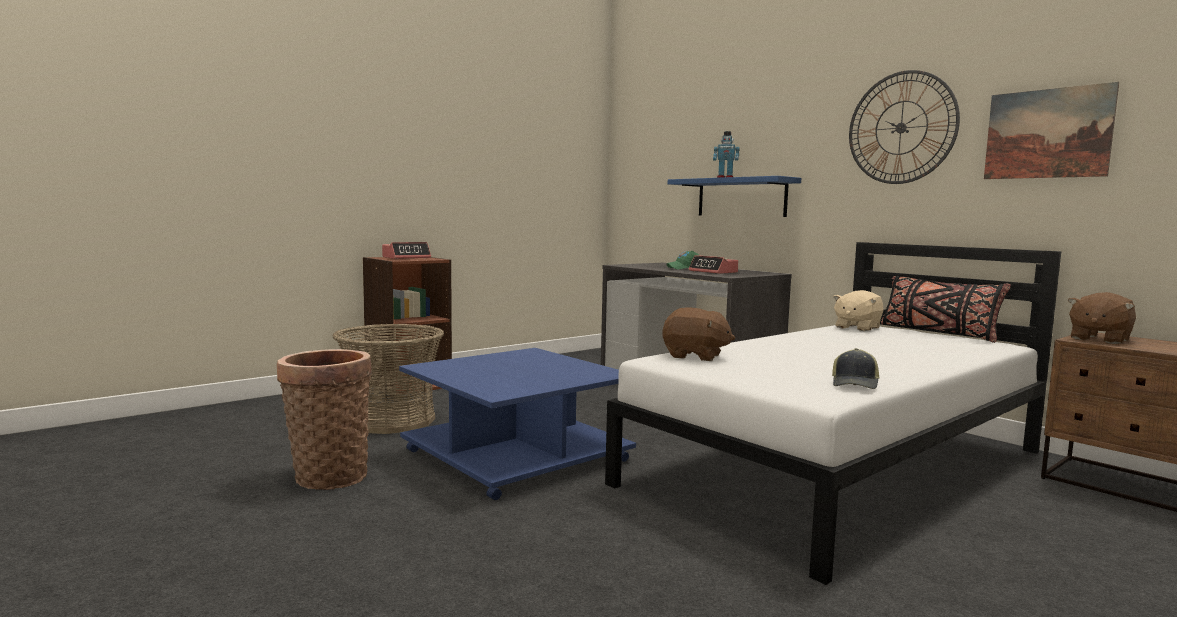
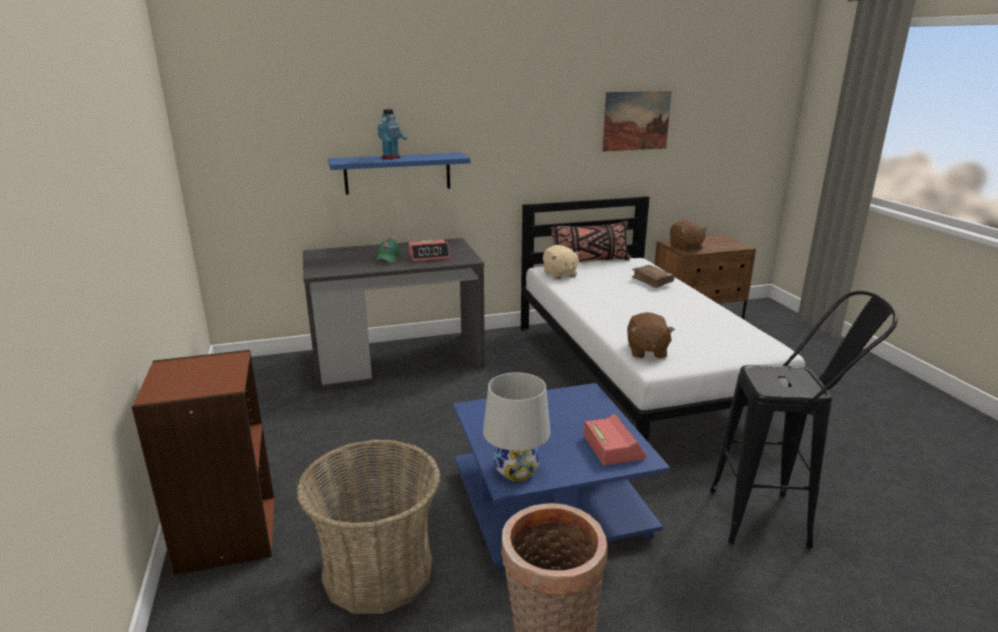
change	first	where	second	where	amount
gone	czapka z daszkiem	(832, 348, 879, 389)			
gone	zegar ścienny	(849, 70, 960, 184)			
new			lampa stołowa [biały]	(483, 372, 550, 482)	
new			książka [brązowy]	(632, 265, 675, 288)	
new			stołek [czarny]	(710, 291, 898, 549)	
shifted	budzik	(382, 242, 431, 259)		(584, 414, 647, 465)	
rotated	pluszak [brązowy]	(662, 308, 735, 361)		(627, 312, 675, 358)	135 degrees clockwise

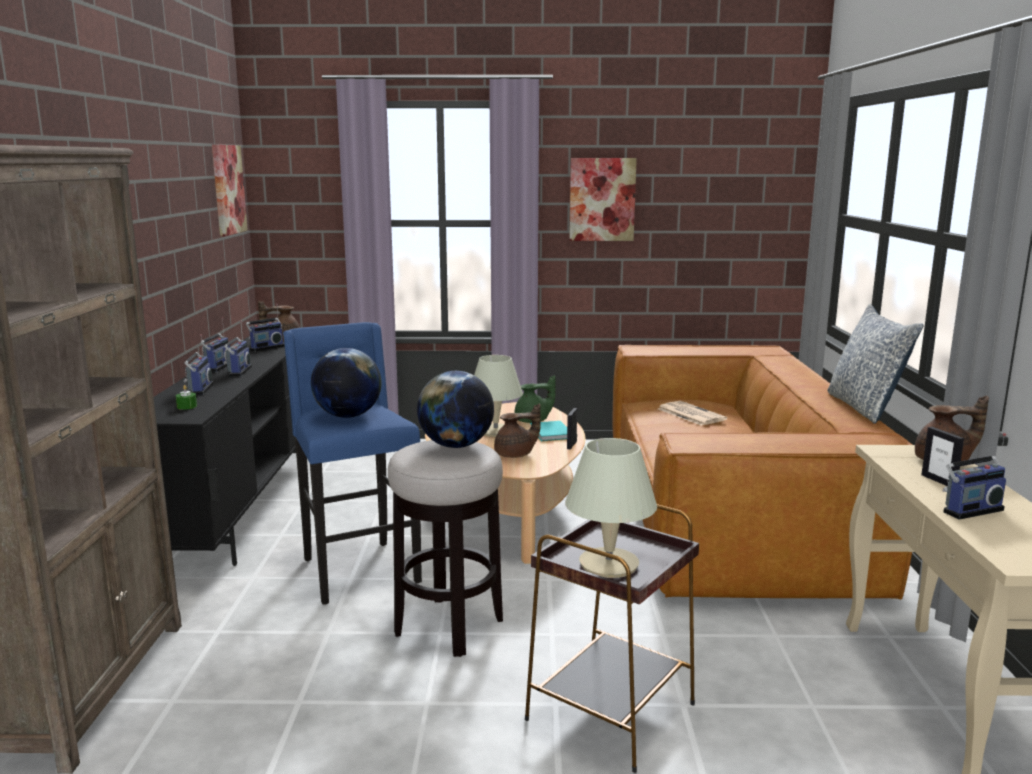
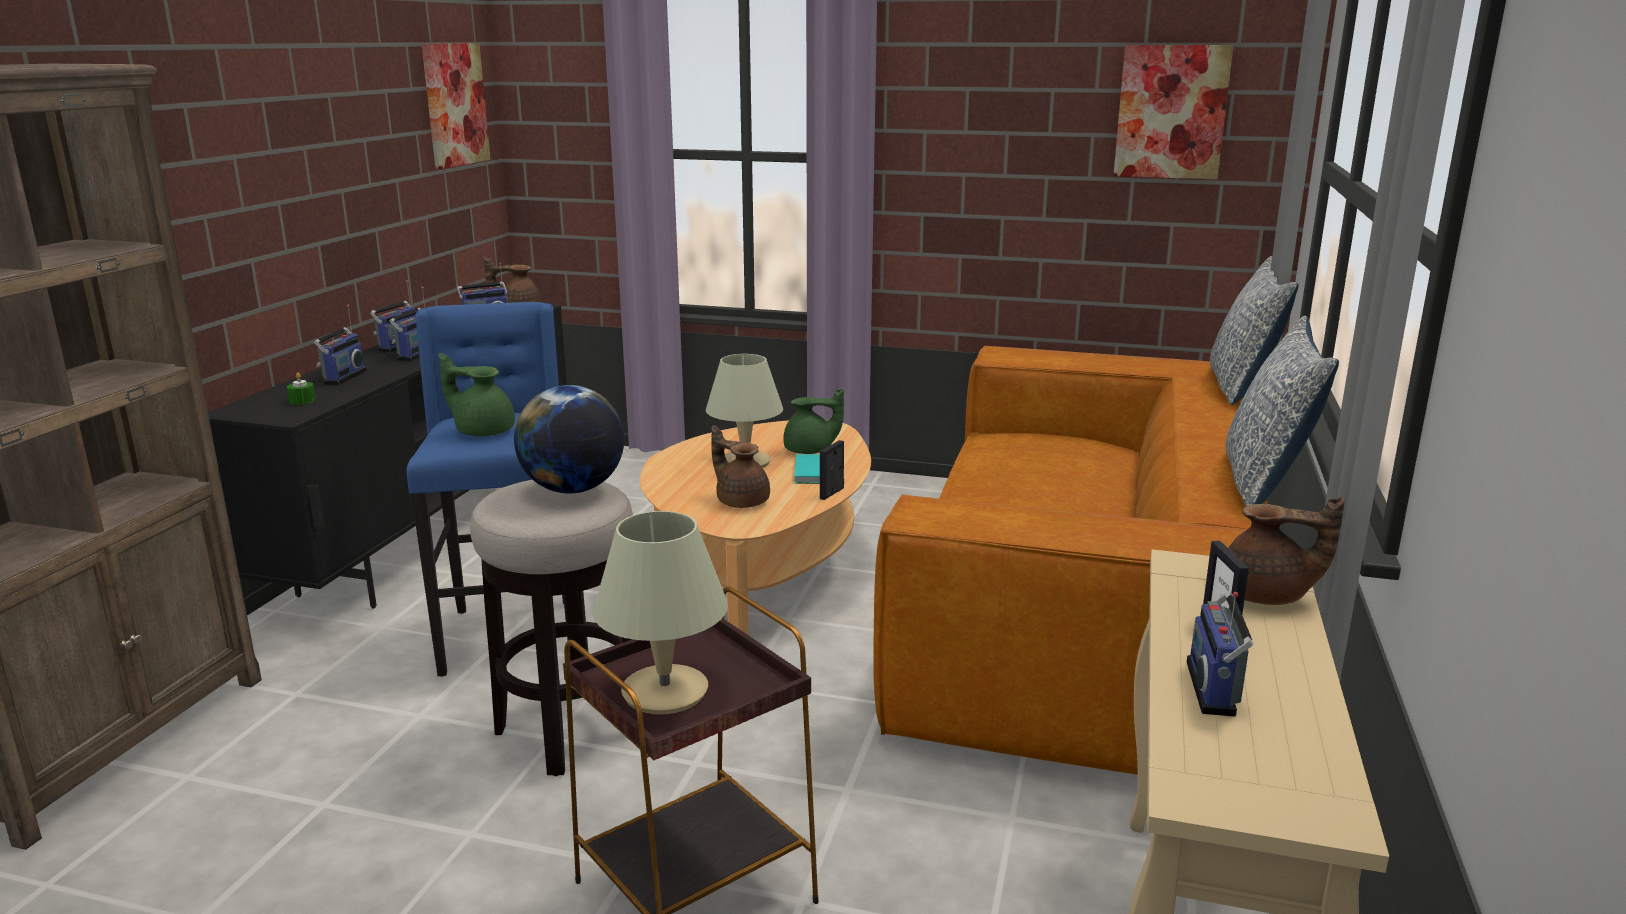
change	first	where	second	where	amount
gone	gazeta	(658, 401, 727, 426)			
new			poduszka	(1210, 256, 1299, 405)	
shifted	obraz	(569, 158, 637, 241)		(1113, 45, 1234, 179)	
swapped	globus	(311, 348, 381, 418)	imbryk [zielony]	(439, 353, 515, 436)	
rotated	imbryk [brązowy]	(494, 404, 541, 458)		(711, 425, 770, 508)	135 degrees counterclockwise
rotated	radio	(942, 433, 1006, 520)		(1187, 591, 1253, 716)	105 degrees clockwise

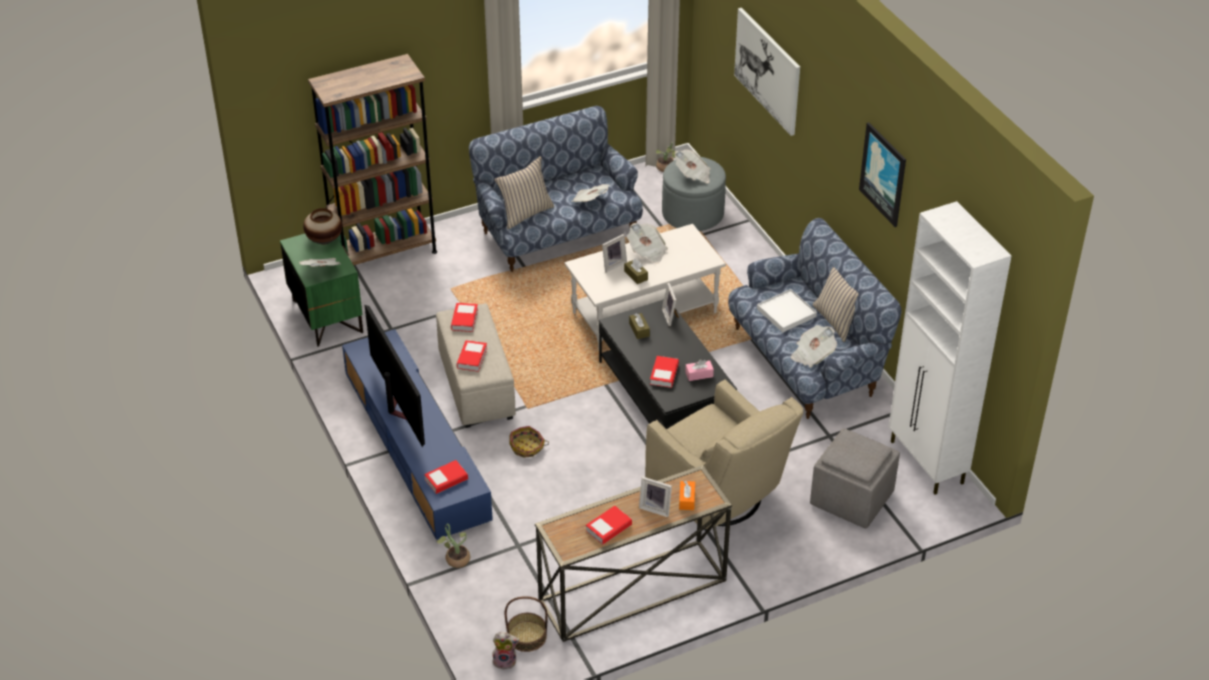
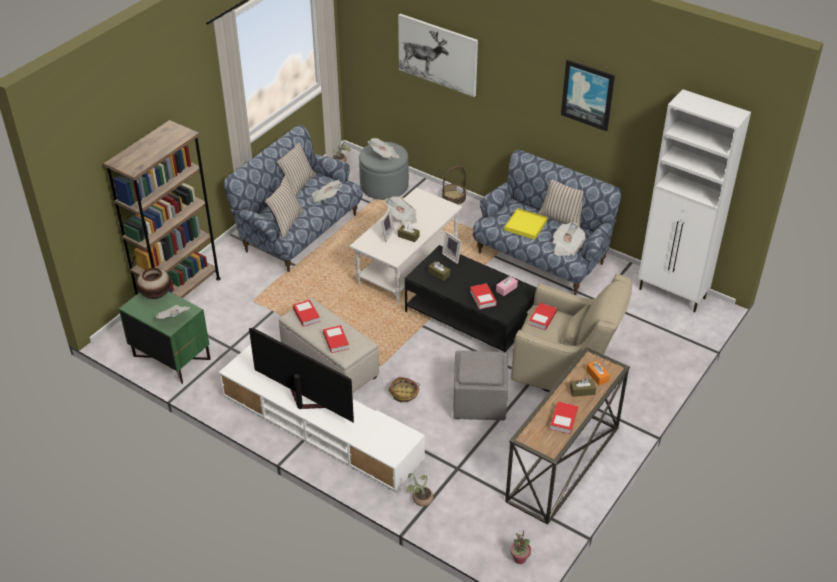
change	first	where	second	where	amount
new			poduszka [beżowy]	(276, 143, 315, 196)	
shifted	książka	(424, 460, 468, 494)		(528, 303, 557, 330)	
shifted	koszyk	(505, 596, 548, 652)		(442, 166, 466, 205)	
shifted	pufa [szary]	(810, 428, 900, 528)		(453, 351, 508, 420)	
swapped	pluszak	(492, 632, 520, 670)	roślina doniczkowa	(510, 530, 531, 564)	
swapped	ramka na zdjęcie	(639, 476, 672, 517)	pudełko chusteczek [brązowy]	(570, 378, 596, 397)	
repainted	szafka pod telewizor [niebieski]	(342, 329, 493, 541)	szafka pod telewizor [biały]	(219, 344, 425, 492)	
repainted	taca [biały]	(757, 289, 817, 332)	taca [żółty]	(504, 208, 547, 240)	

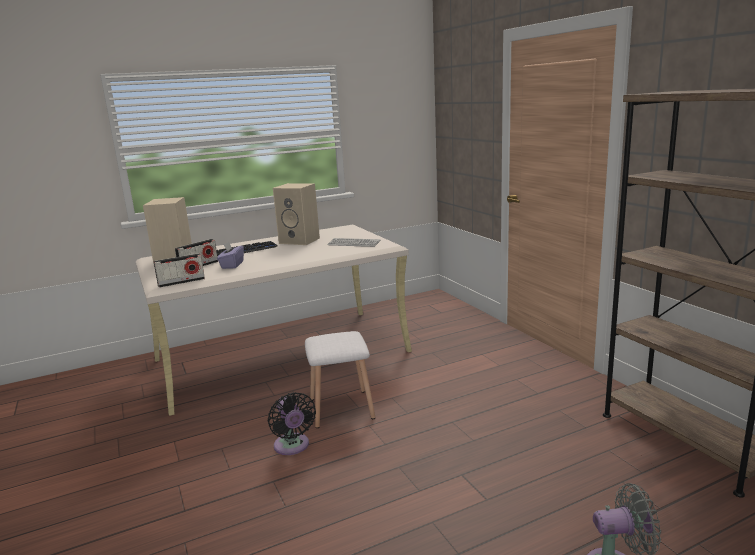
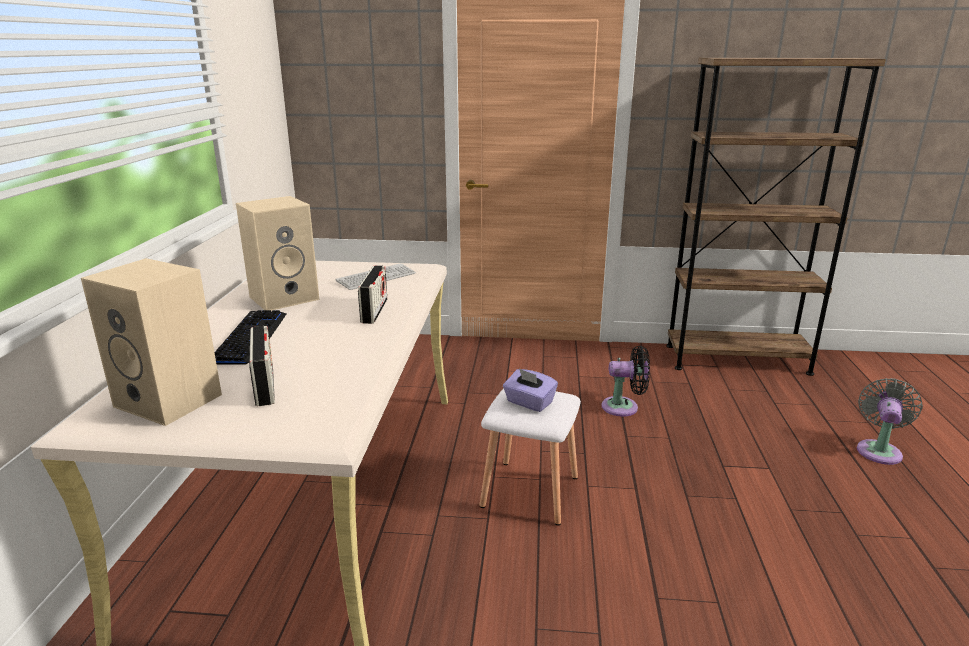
change	first	where	second	where	amount
shifted	radio	(154, 253, 205, 288)		(358, 265, 387, 324)	
shifted	pudełko chusteczek [fioletowy]	(217, 241, 244, 269)		(503, 369, 558, 412)	
shifted	wentylator [czarny]	(268, 392, 316, 455)		(601, 346, 650, 416)	

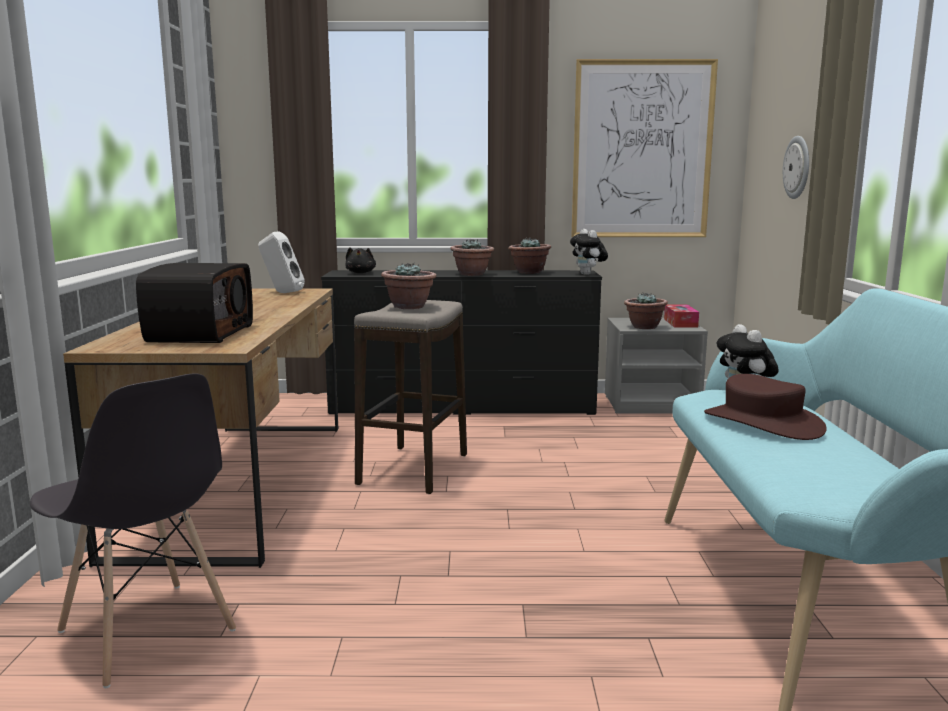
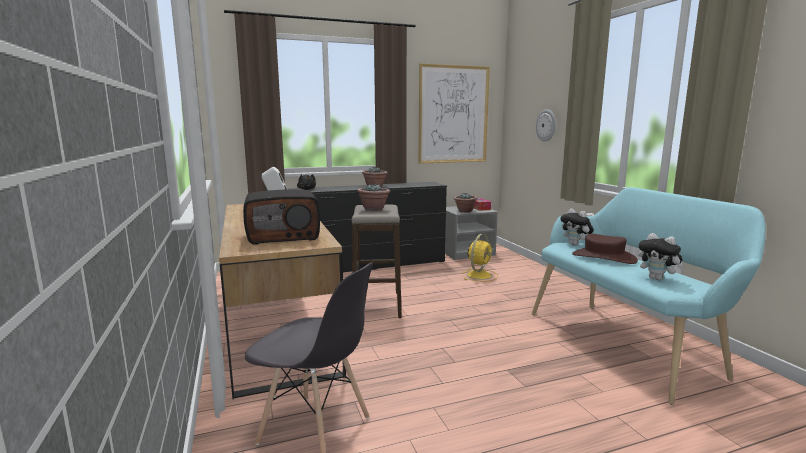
change	first	where	second	where	amount
gone	roślina doniczkowa	(508, 237, 551, 274)			
new			wentylator [żółty]	(462, 234, 498, 282)	
shifted	pluszak	(570, 229, 608, 275)		(639, 233, 685, 281)	
rotated	radio	(136, 263, 253, 343)		(243, 189, 320, 245)	90 degrees clockwise

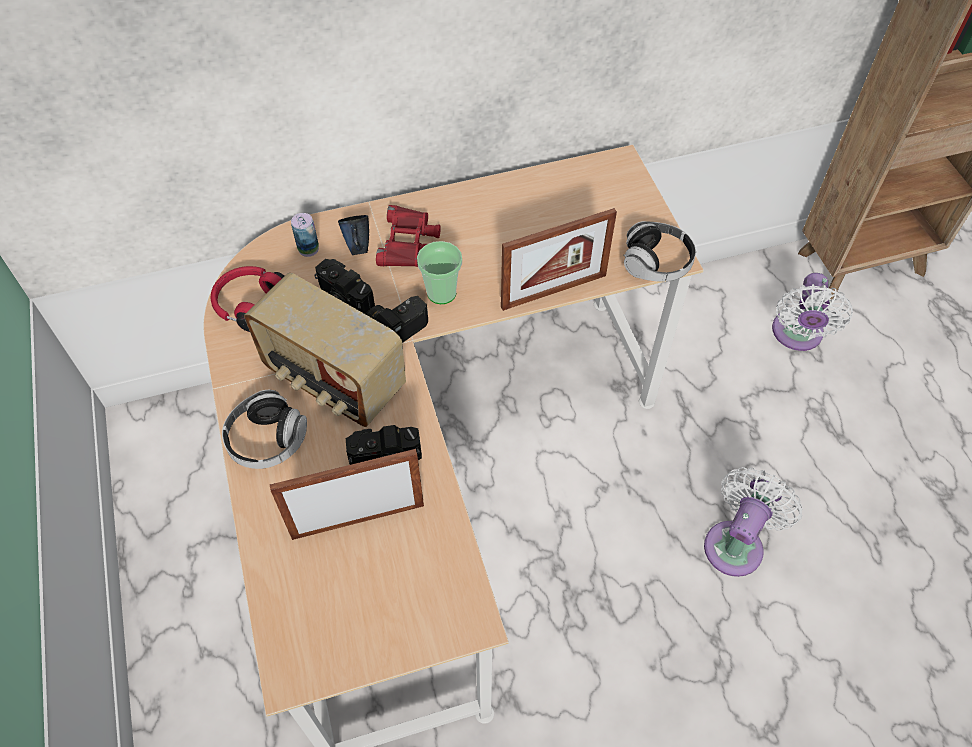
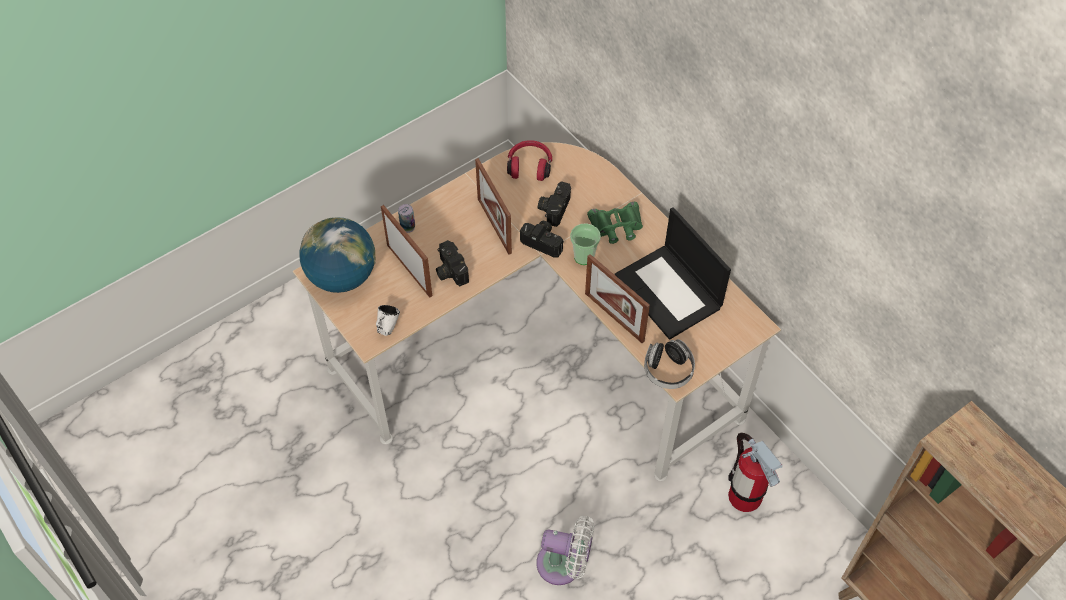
change	first	where	second	where	amount
gone	słuchawki	(222, 390, 307, 469)			
gone	kubek [niebieski]	(338, 215, 369, 255)			
gone	wentylator [biały]	(772, 273, 853, 351)			
new			globus	(299, 217, 375, 293)	
new			kubek [biały]	(376, 305, 400, 336)	
new			laptop	(614, 207, 731, 340)	
new			gaśnica	(728, 432, 783, 512)	
shifted	puszka	(291, 213, 319, 257)		(398, 204, 415, 233)	
swapped	radio	(244, 273, 406, 427)	ramka na zdjęcie	(475, 158, 512, 255)	
repainted	lornetka [czerwony]	(376, 205, 441, 267)	lornetka [zielony]	(587, 202, 643, 244)	

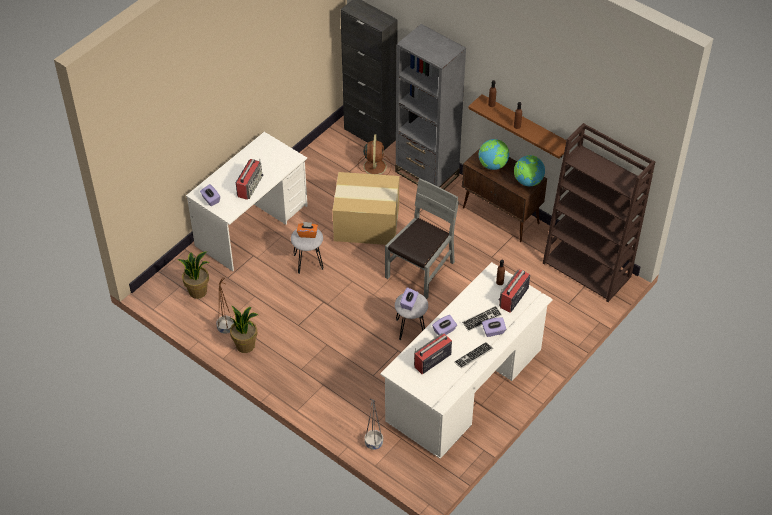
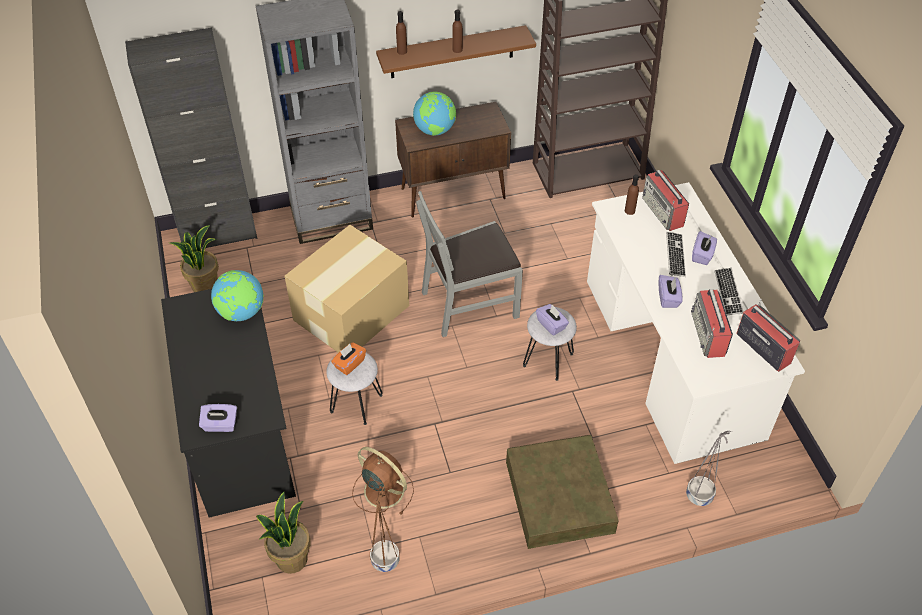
change	first	where	second	where	amount
new			pojemnik do przechowywania [brązowy]	(506, 435, 619, 549)	
shifted	roślina doniczkowa	(230, 305, 258, 353)		(170, 225, 219, 292)	
shifted	radio	(236, 159, 264, 200)		(736, 299, 800, 372)	
shifted	wentylator [brązowy]	(358, 134, 391, 175)		(352, 447, 414, 515)	
shifted	globus	(514, 155, 545, 186)		(211, 270, 264, 321)	
repainted	biurko [biały]	(186, 132, 308, 271)	biurko [czarny]	(161, 289, 296, 517)	
rotated	krzesło [szary]	(385, 178, 459, 299)		(416, 191, 523, 337)	90 degrees counterclockwise

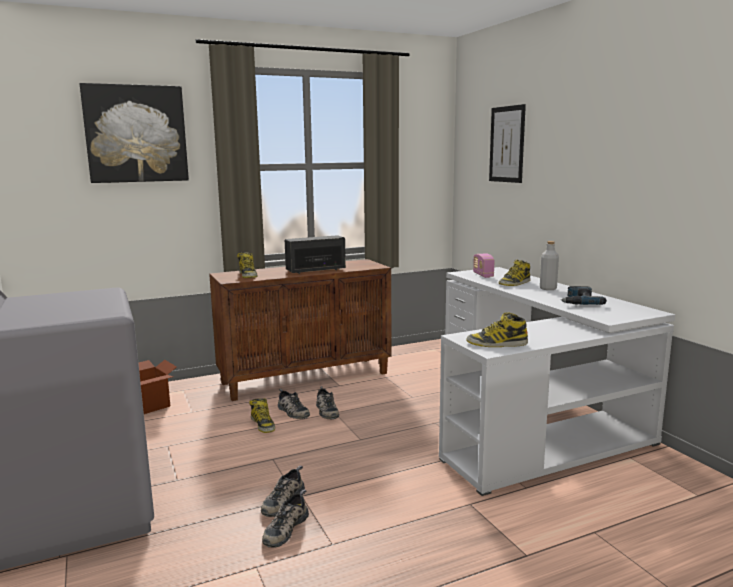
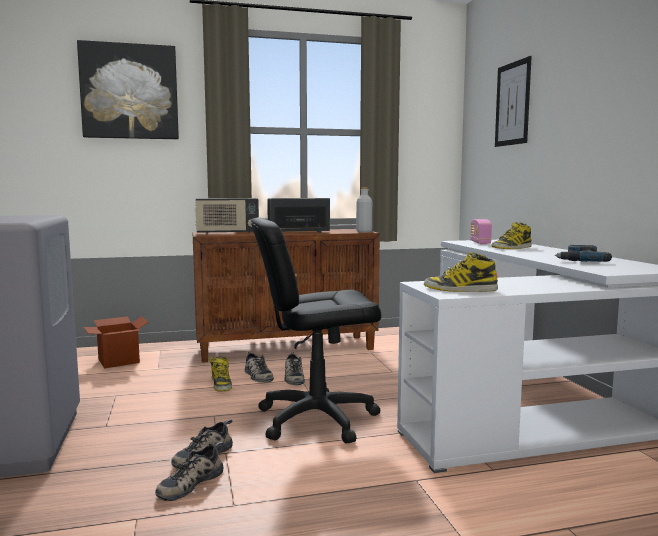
change	first	where	second	where	amount
new			krzesło biurowe [czarny]	(251, 217, 381, 444)	
shifted	butelka [szary]	(540, 241, 559, 290)		(356, 187, 372, 232)	
swapped	but z cholewką	(237, 252, 257, 278)	radio	(195, 198, 259, 234)	

